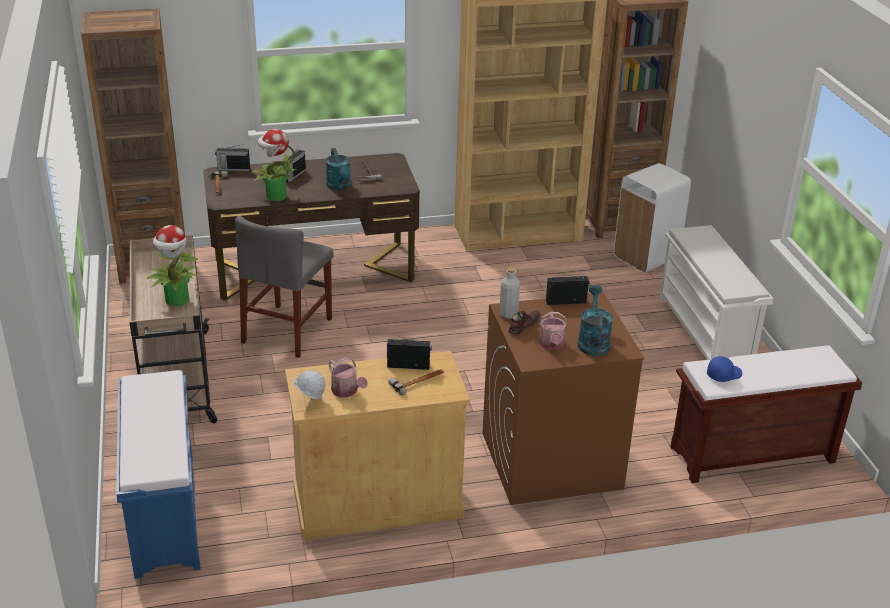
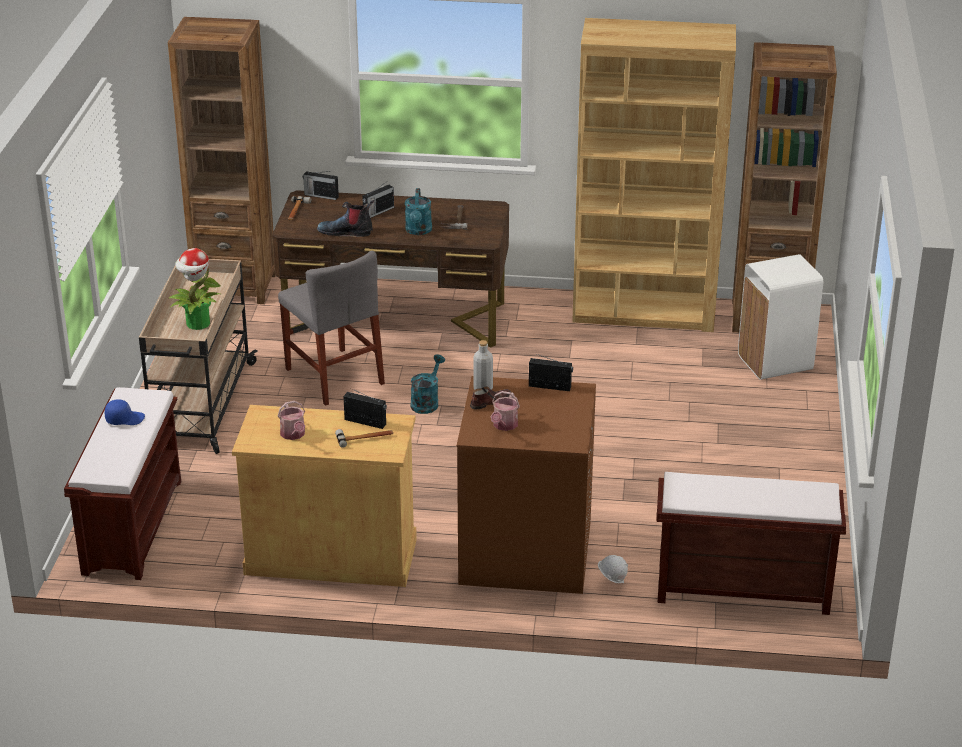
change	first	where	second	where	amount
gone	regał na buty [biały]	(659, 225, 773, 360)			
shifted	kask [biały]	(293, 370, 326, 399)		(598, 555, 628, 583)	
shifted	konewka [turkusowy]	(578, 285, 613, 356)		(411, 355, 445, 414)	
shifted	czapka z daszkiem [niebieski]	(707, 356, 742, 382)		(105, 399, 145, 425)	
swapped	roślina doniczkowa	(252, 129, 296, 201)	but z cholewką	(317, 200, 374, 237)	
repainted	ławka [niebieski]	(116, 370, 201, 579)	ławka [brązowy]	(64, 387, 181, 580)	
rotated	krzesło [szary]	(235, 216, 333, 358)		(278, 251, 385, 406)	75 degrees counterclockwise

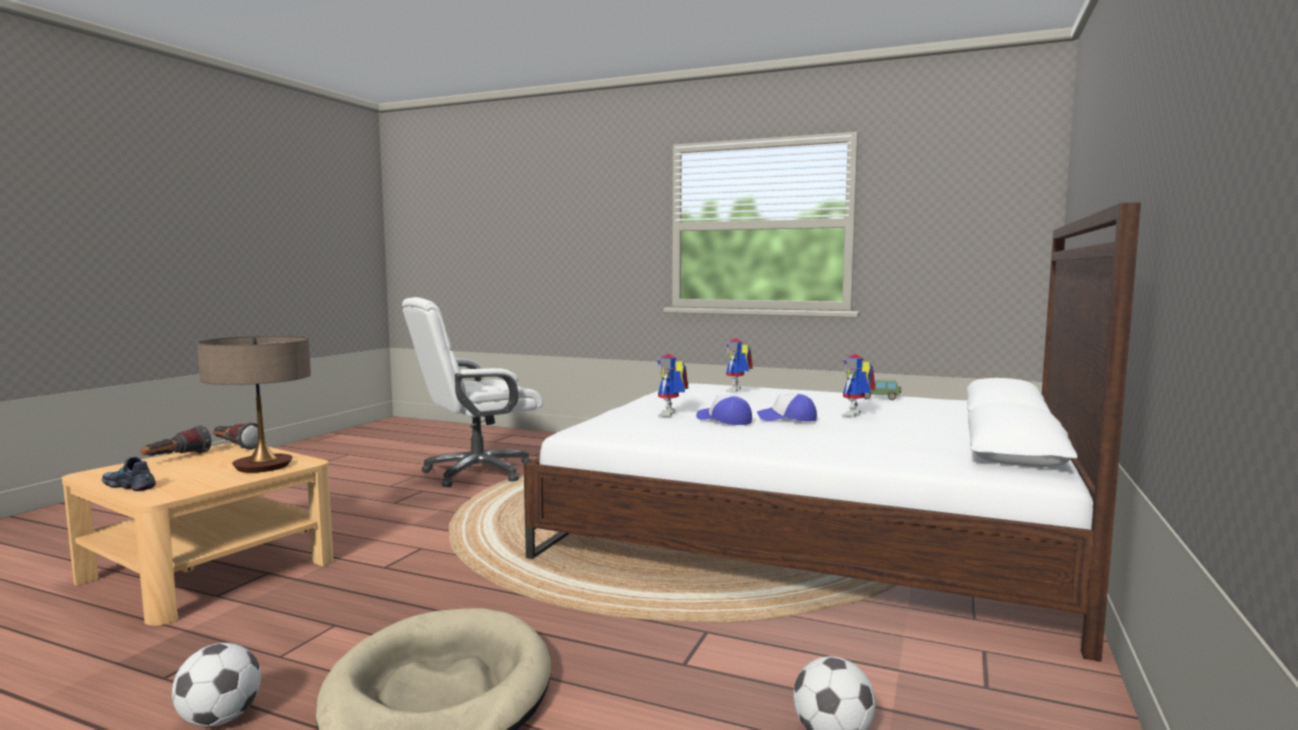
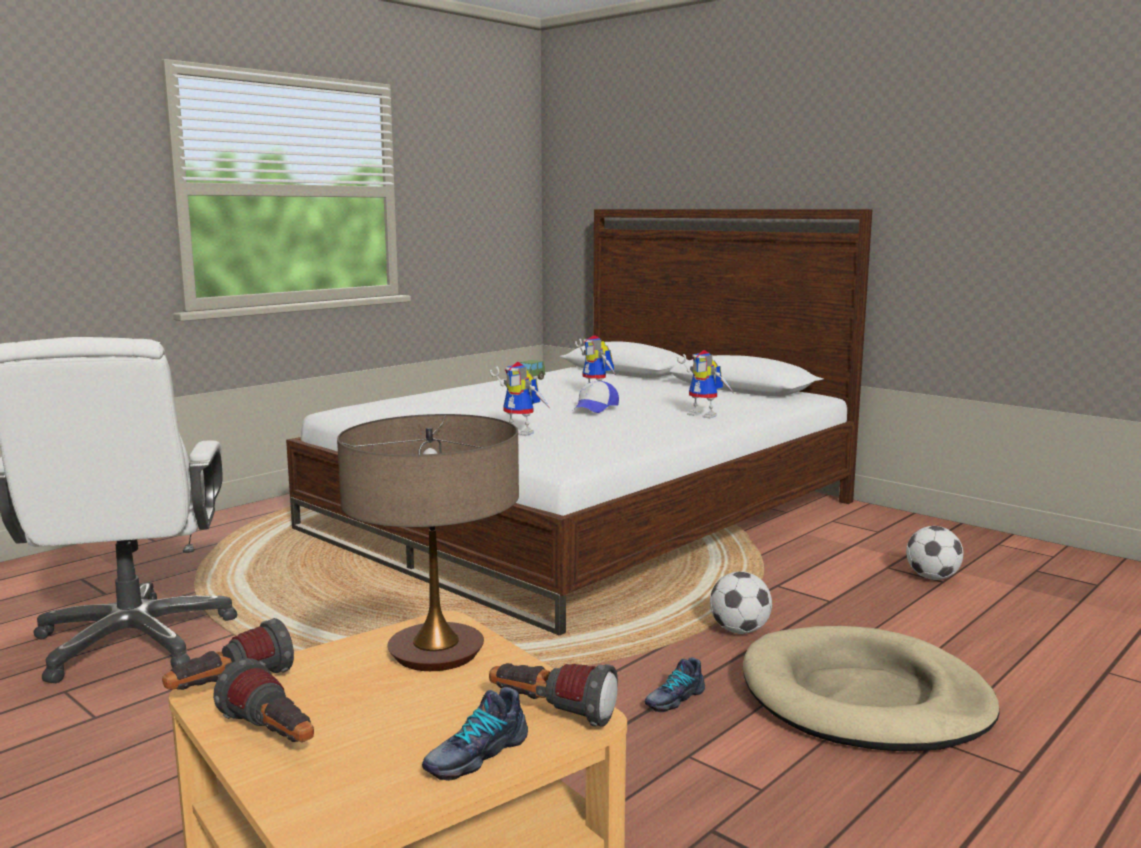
change	first	where	second	where	amount
gone	czapka z daszkiem	(696, 395, 752, 425)			
new			latarka	(489, 663, 618, 727)	
new			but	(645, 658, 705, 712)	
shifted	piłka futbolowa	(172, 643, 261, 727)		(710, 571, 772, 634)	
shifted	robot zabawkowy	(726, 338, 753, 392)		(677, 350, 734, 419)	

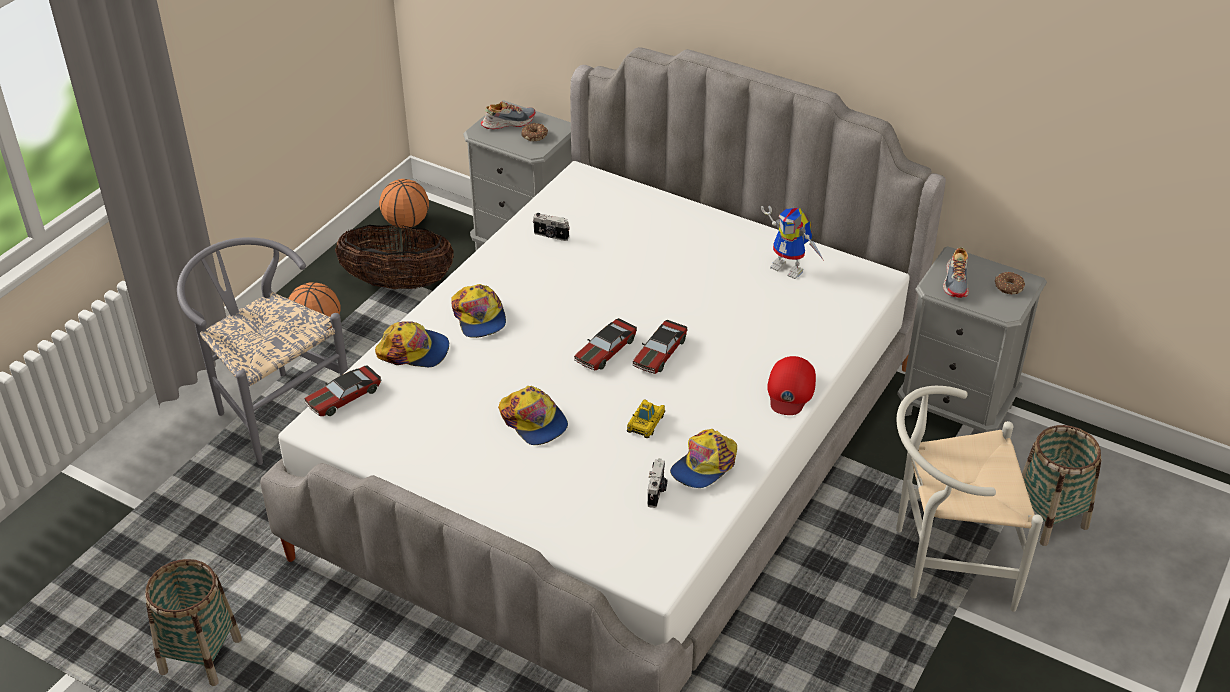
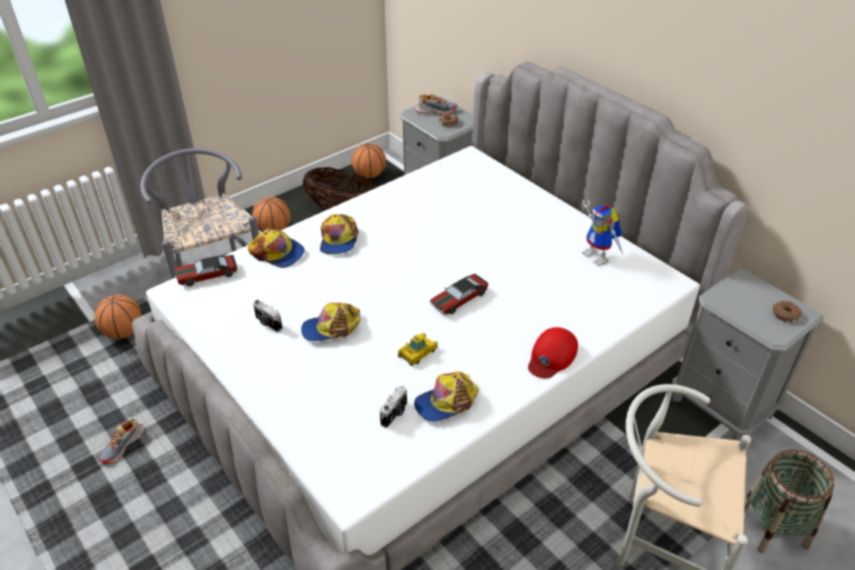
change	first	where	second	where	amount
gone	koszyk	(145, 559, 242, 686)			
gone	samochodzik	(574, 318, 637, 371)			
new			piłka do koszykówki	(94, 295, 142, 339)	
shifted	aparat fotograficzny	(533, 213, 570, 241)		(253, 300, 283, 332)	
shifted	but	(943, 247, 969, 298)		(99, 419, 144, 464)	
rotated	czapka z daszkiem	(498, 386, 568, 445)		(301, 303, 361, 342)	90 degrees clockwise

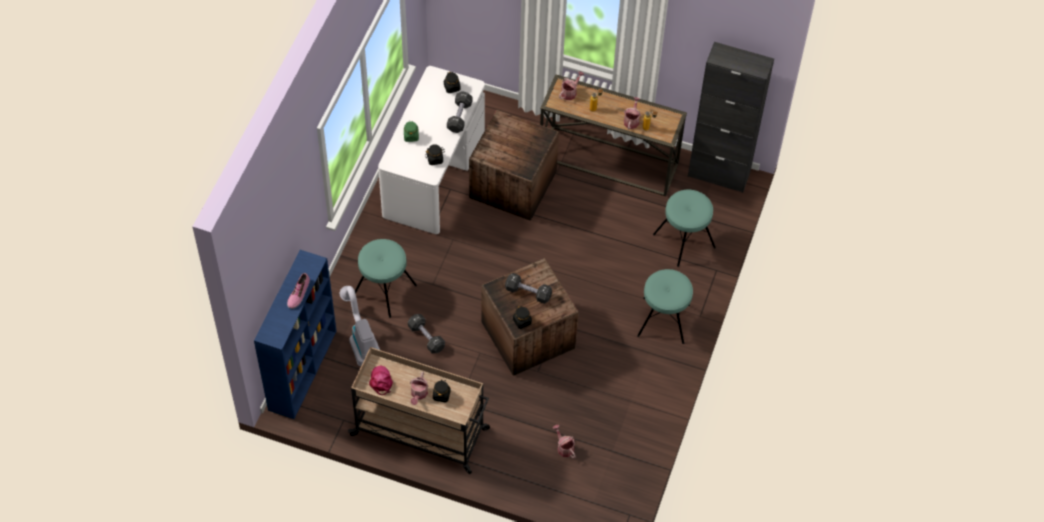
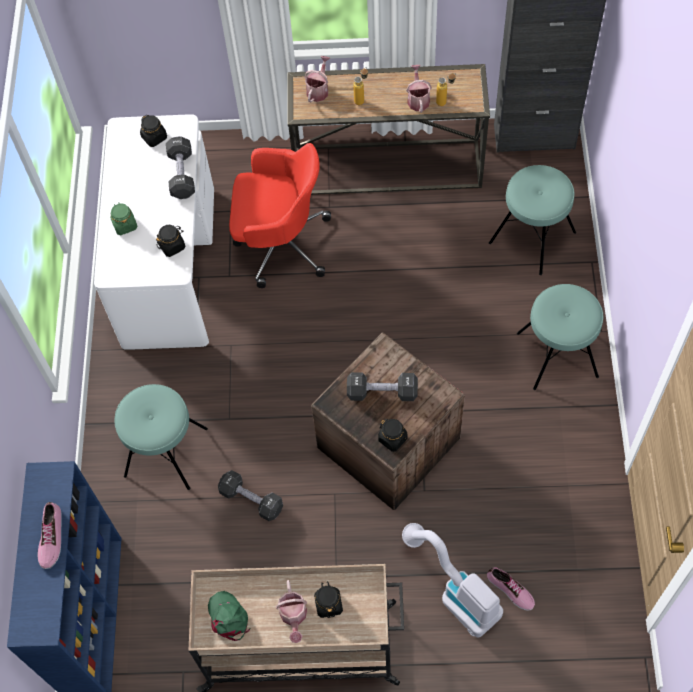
change	first	where	second	where	amount
shifted	odkurzacz	(340, 286, 380, 366)		(402, 523, 503, 637)	
swapped	skrzynka	(469, 110, 559, 221)	krzesło biurowe [czerwony]	(229, 143, 331, 288)	
swapped	konewka	(553, 425, 576, 458)	but	(487, 567, 535, 611)	
repainted	czapka z daszkiem [różowy]	(369, 366, 393, 395)	czapka z daszkiem [zielony]	(208, 591, 250, 641)	

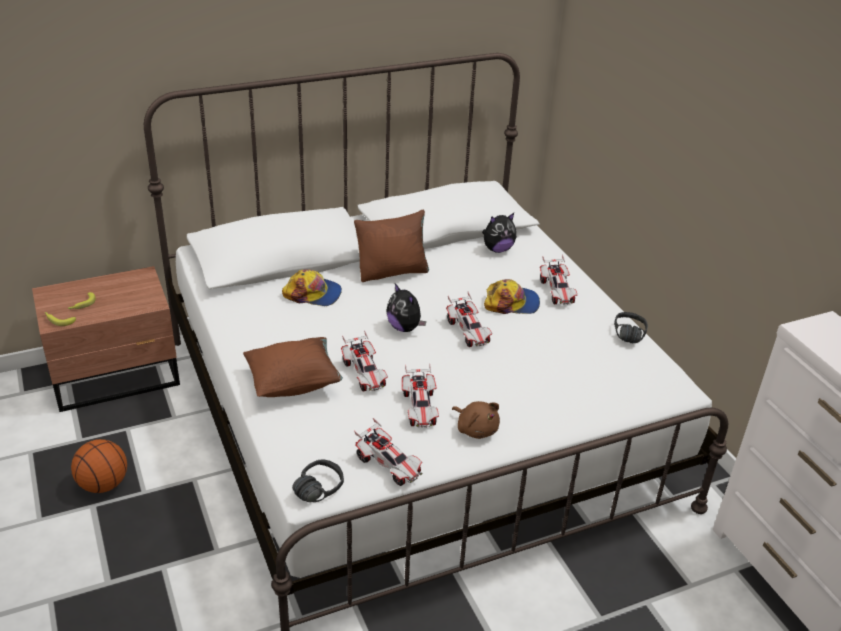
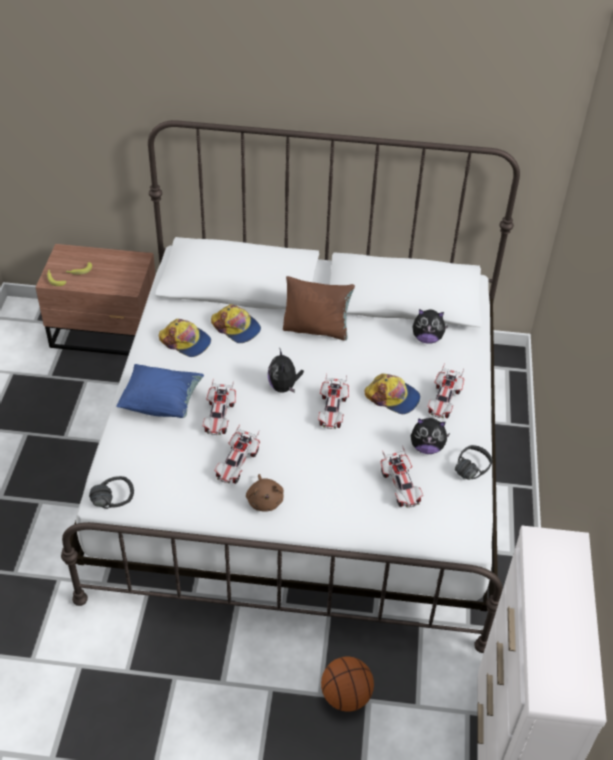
change	first	where	second	where	amount
new			czapka z daszkiem	(159, 319, 211, 357)	
new			pluszak	(411, 418, 450, 454)	
shifted	piłka do koszykówki	(71, 439, 127, 493)		(321, 657, 374, 712)	
shifted	samochodzik	(354, 418, 422, 486)		(380, 447, 423, 508)	
repainted	poduszka [brązowy]	(243, 337, 343, 397)	poduszka [niebieski]	(116, 364, 204, 418)	

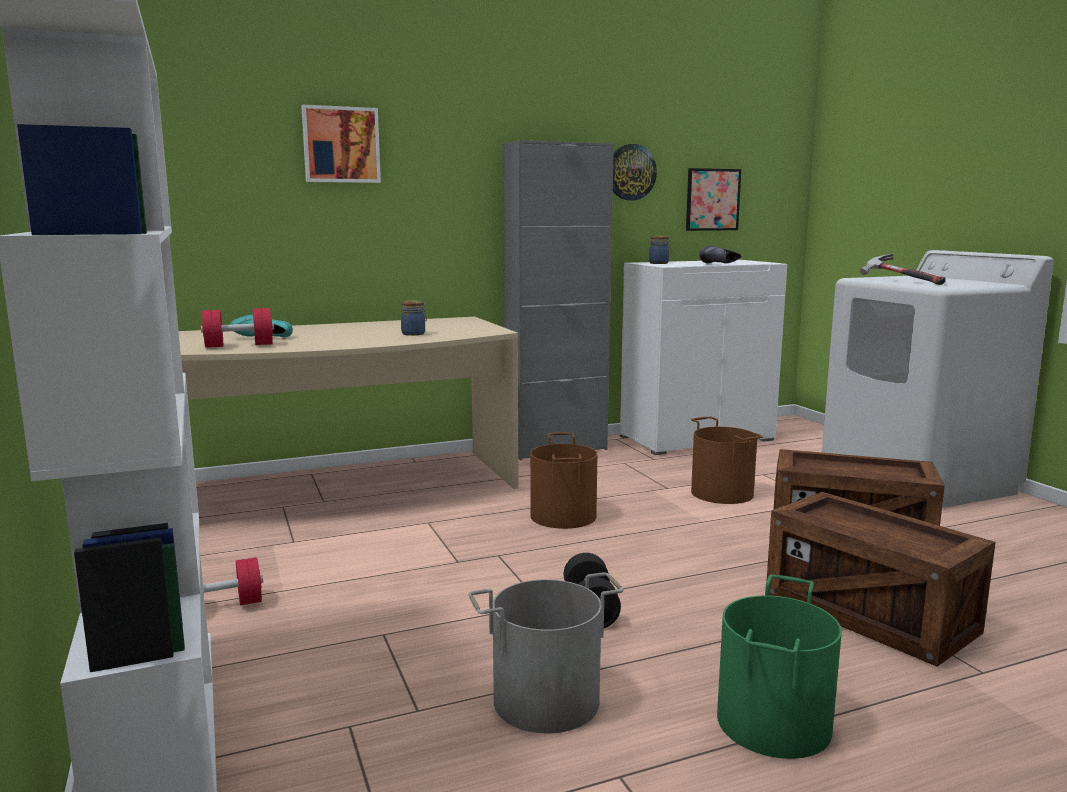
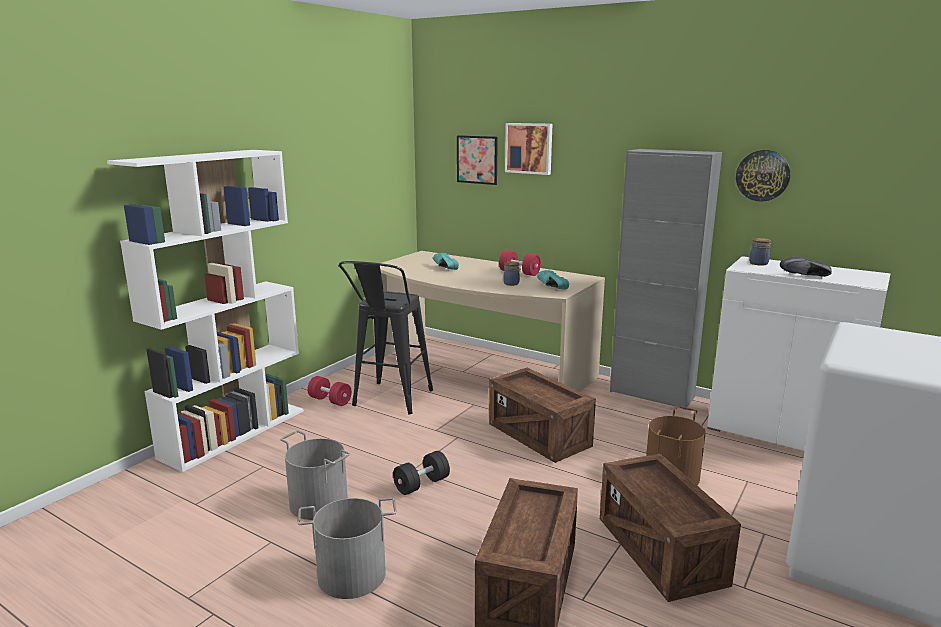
change	first	where	second	where	amount
gone	młotek	(860, 254, 946, 285)			
new			stołek [czarny]	(339, 261, 433, 414)	
new			but [turkusowy]	(537, 270, 569, 289)	
shifted	hantel [czerwony]	(201, 308, 274, 348)		(499, 250, 541, 276)	
shifted	obraz	(686, 168, 741, 231)		(457, 135, 498, 185)	
swapped	wiadro [brązowy]	(530, 432, 598, 529)	skrzynka	(489, 368, 596, 463)	
repainted	wiadro [zielony]	(717, 575, 842, 759)	wiadro [szary]	(297, 498, 397, 599)	

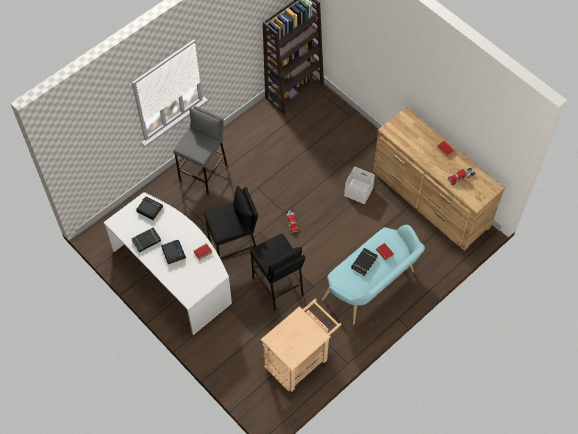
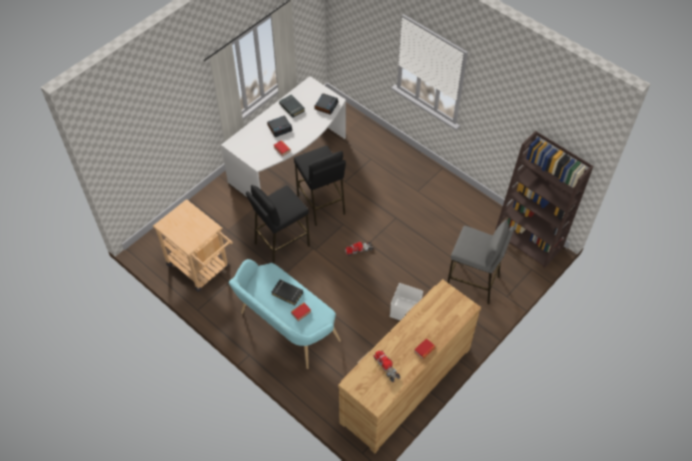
change	first	where	second	where	amount
shifted	stołek [szary]	(173, 106, 227, 195)		(447, 220, 515, 304)	

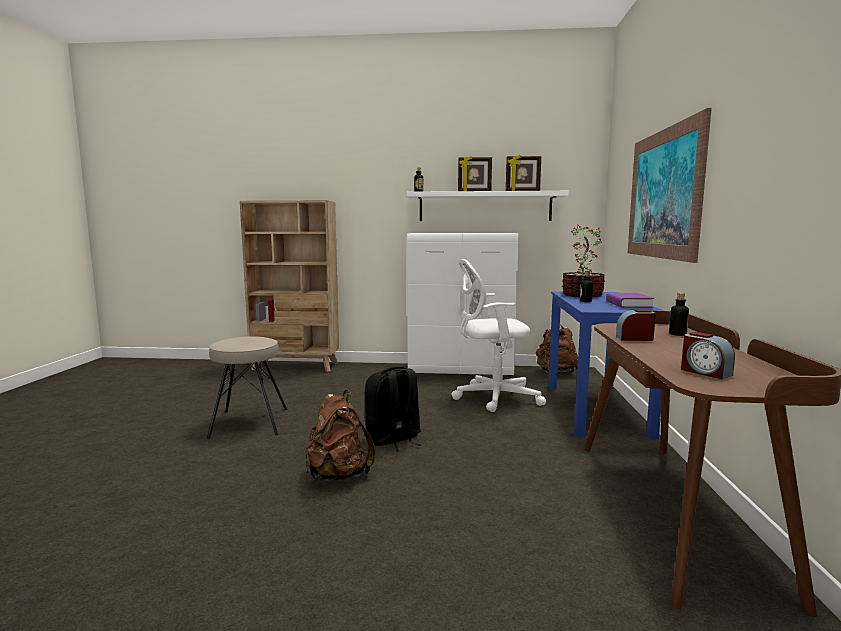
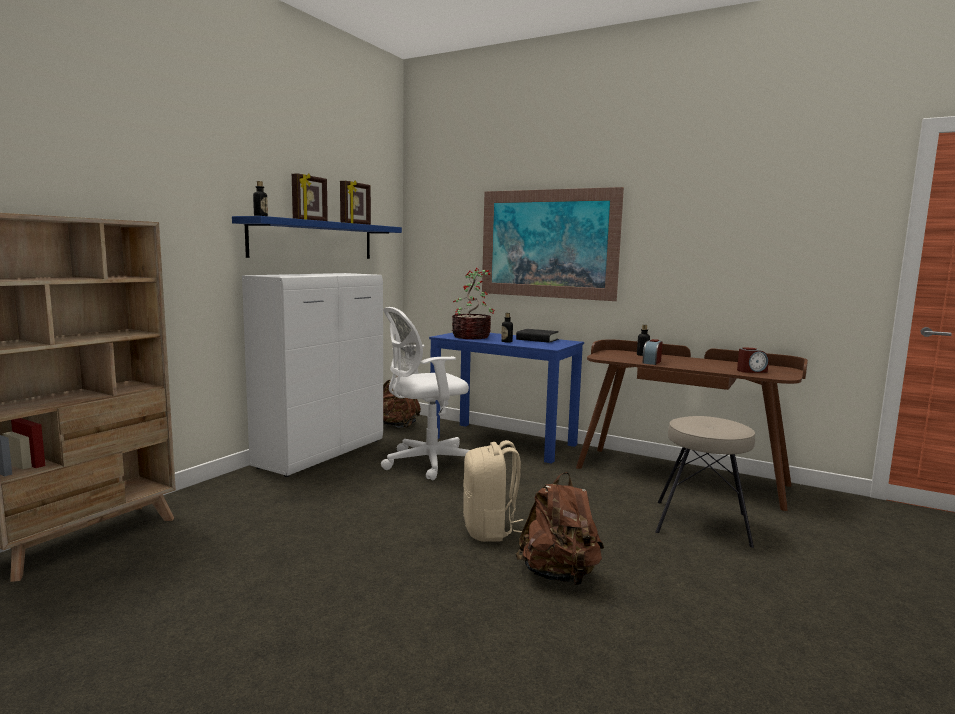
change	first	where	second	where	amount
shifted	stołek [beżowy]	(207, 336, 287, 439)		(656, 416, 755, 548)	
repainted	plecak [czarny]	(365, 367, 421, 451)	plecak [beżowy]	(463, 440, 524, 542)	
repainted	półka [biały]	(407, 191, 569, 221)	półka [niebieski]	(232, 216, 402, 259)	
repainted	książka [fioletowy]	(606, 293, 654, 308)	książka [czarny]	(516, 329, 559, 343)	
rotated	krzesło biurowe [biały]	(451, 259, 546, 412)		(381, 307, 470, 480)	45 degrees clockwise

